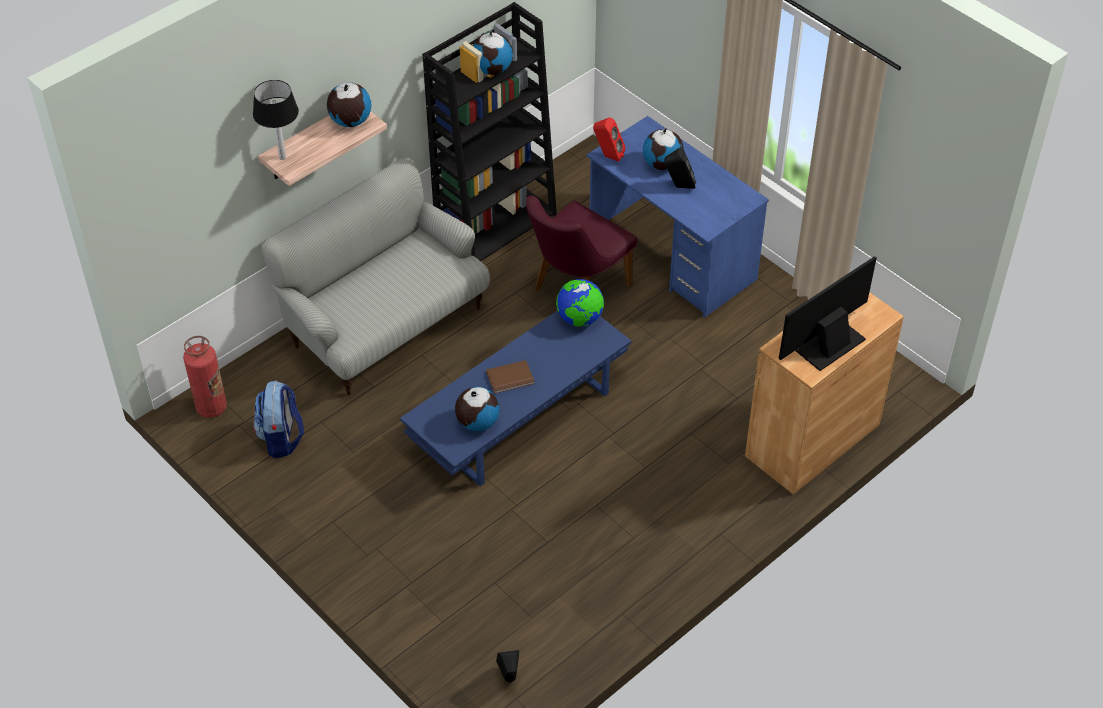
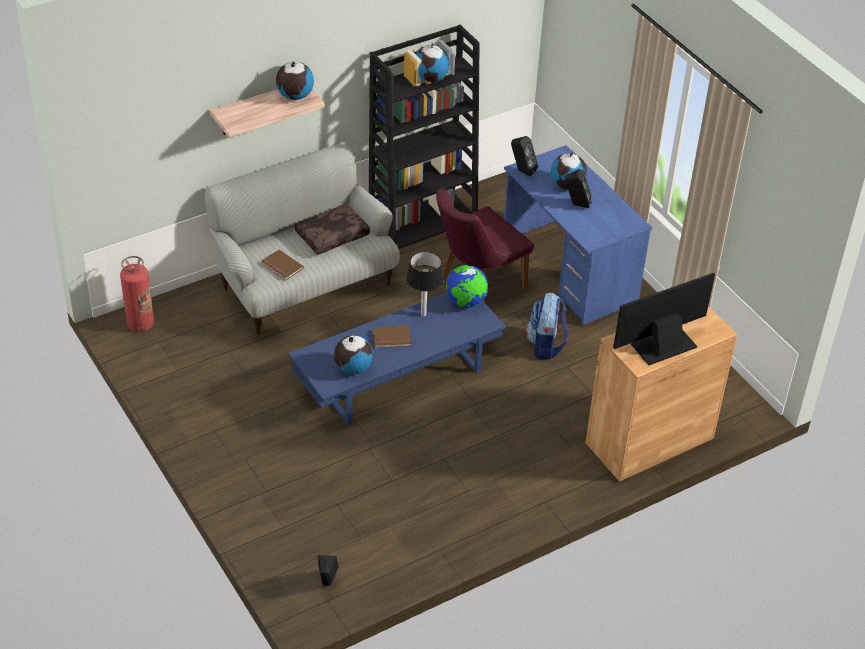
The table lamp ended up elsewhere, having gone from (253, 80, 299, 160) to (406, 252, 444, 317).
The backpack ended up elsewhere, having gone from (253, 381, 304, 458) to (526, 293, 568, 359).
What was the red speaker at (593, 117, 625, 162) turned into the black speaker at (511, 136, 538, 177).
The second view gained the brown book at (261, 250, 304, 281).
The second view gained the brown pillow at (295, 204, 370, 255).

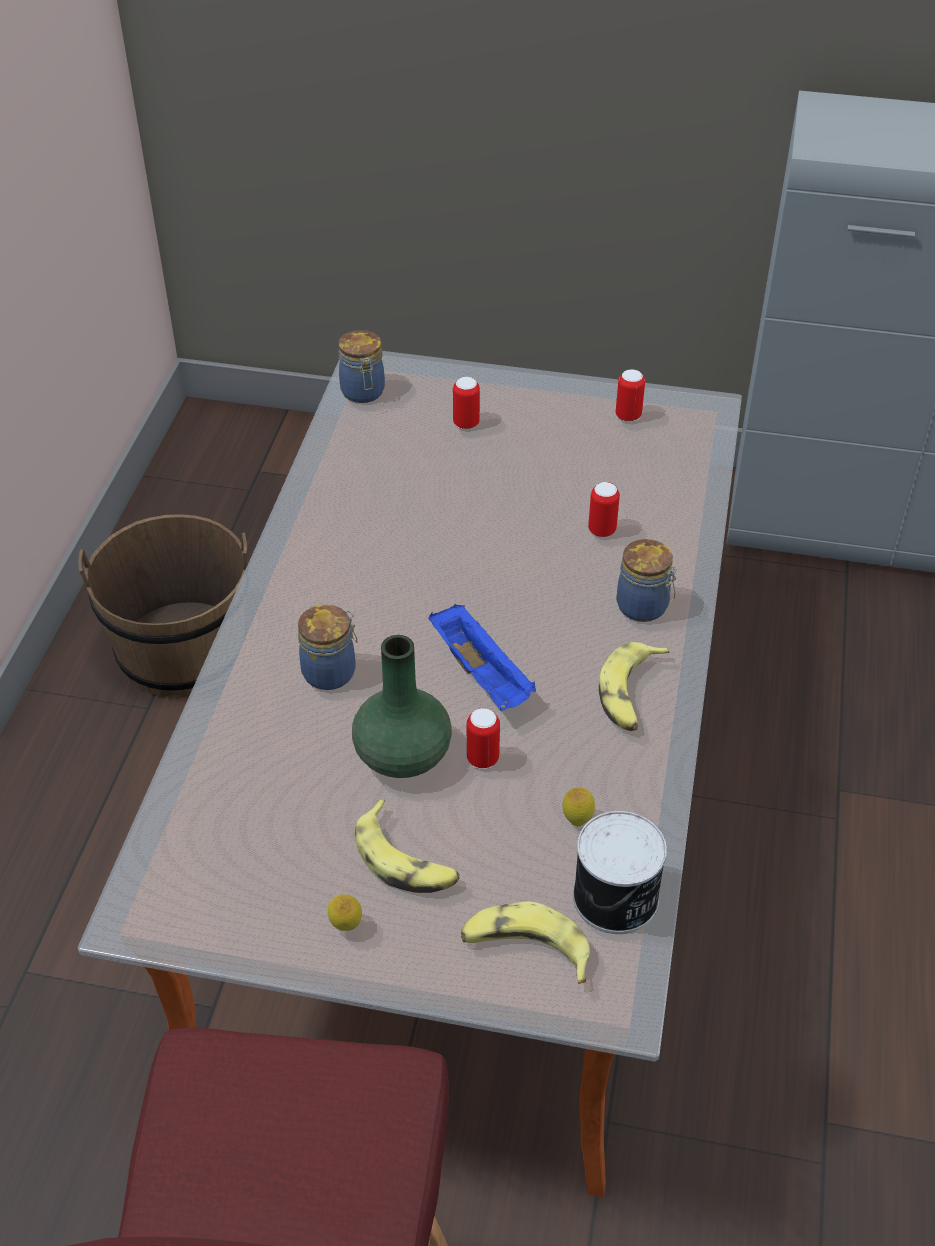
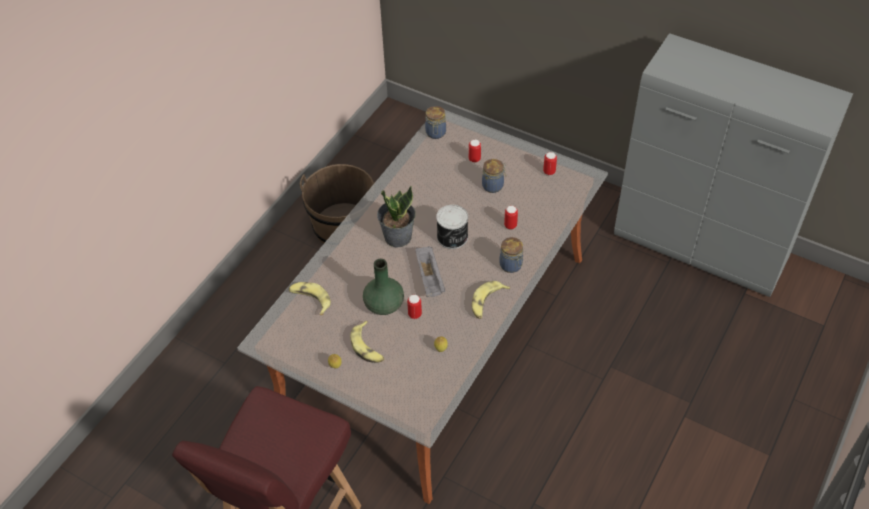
The jar ended up elsewhere, having gone from (298, 604, 358, 690) to (482, 159, 506, 193).
What was the blue tray at (428, 604, 536, 710) turned into the grey tray at (415, 246, 445, 297).
The banana ended up elsewhere, having gone from (461, 901, 590, 984) to (289, 282, 331, 315).
The can ended up elsewhere, having gone from (573, 811, 667, 934) to (436, 205, 468, 249).
The second view gained the potted plant at (377, 186, 416, 247).

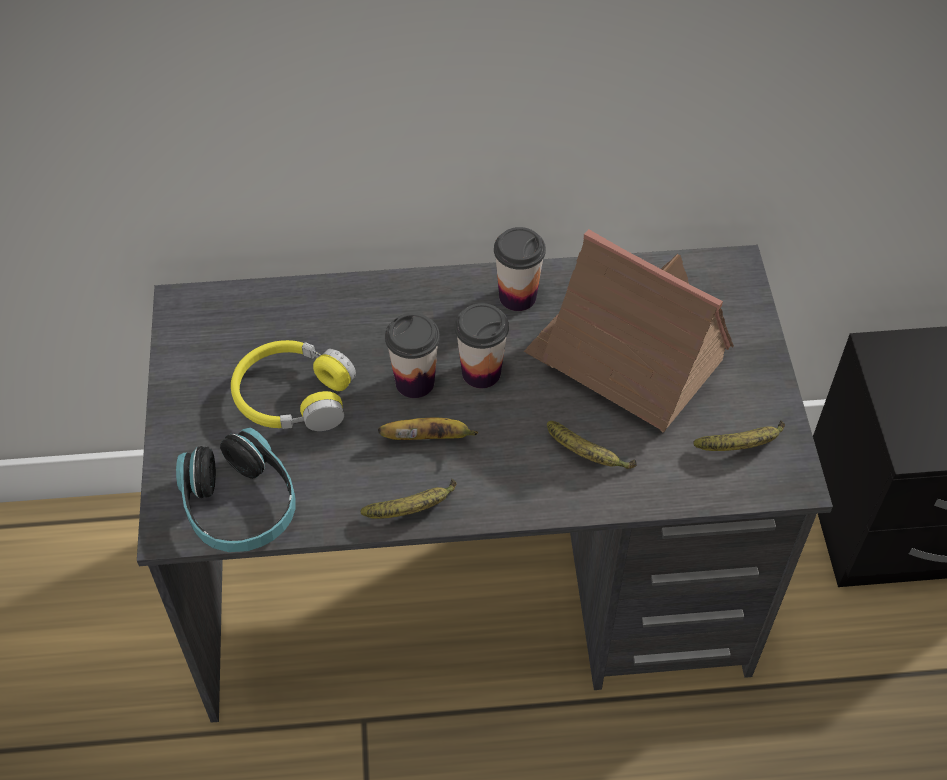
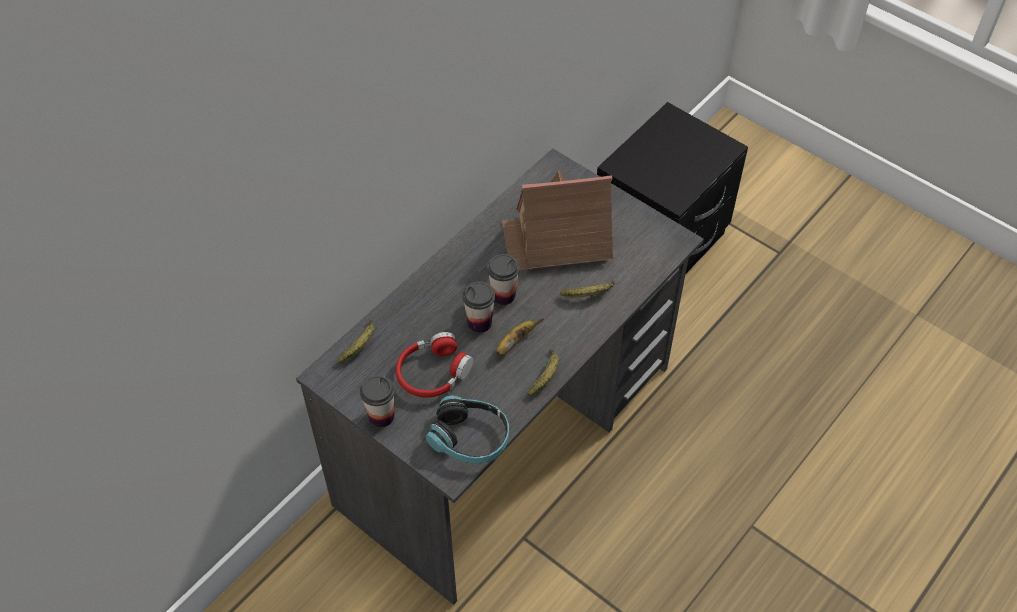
What was the yellow headphones at (231, 340, 356, 431) turned into the red headphones at (396, 332, 473, 397).
The cup ended up elsewhere, having gone from (494, 227, 546, 311) to (360, 375, 395, 428).
The banana ended up elsewhere, having gone from (693, 420, 785, 451) to (337, 320, 375, 363).

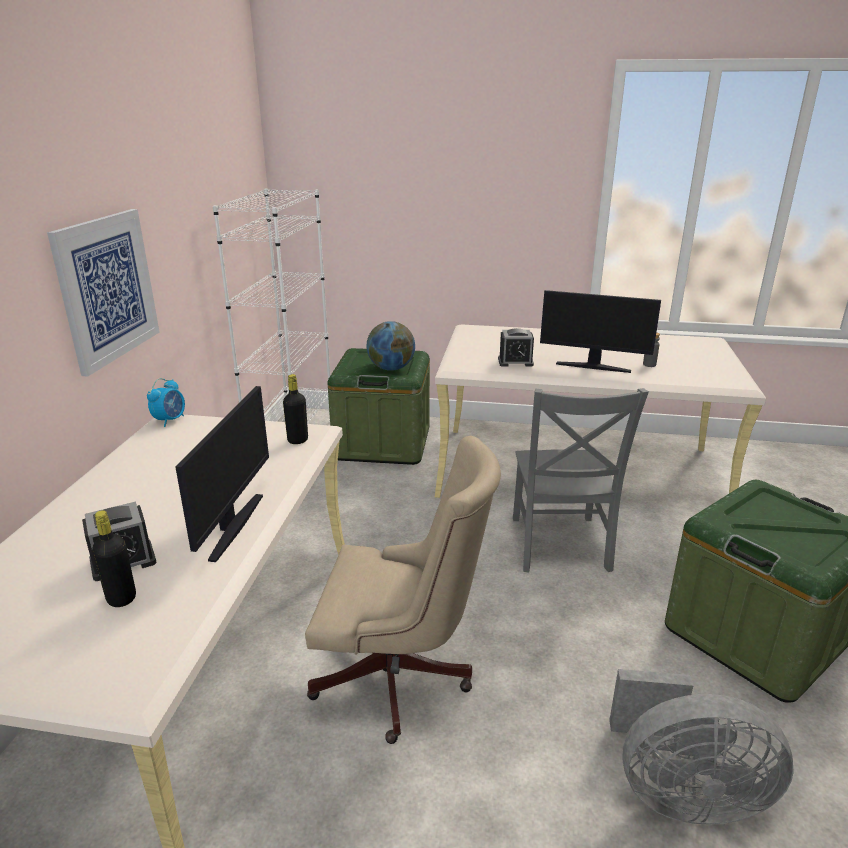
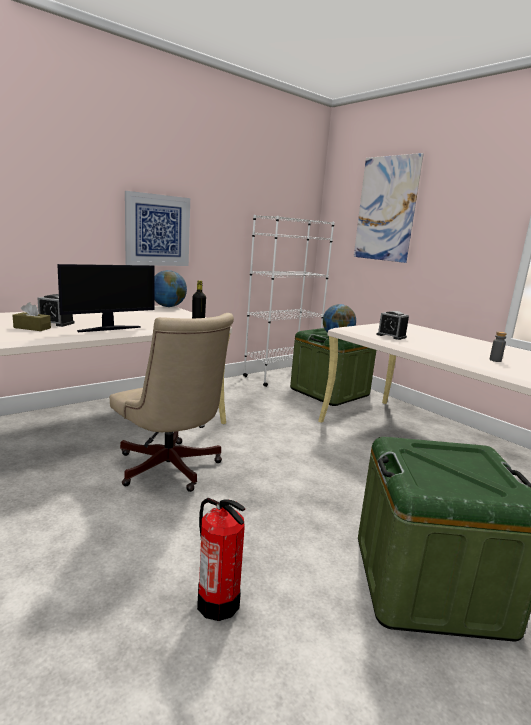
Where the black bottle stood at (92, 510, 136, 607), the brown tissue box came to stand at (12, 302, 51, 331).
Where the alarm clock stood at (147, 378, 185, 427), the globe came to stand at (154, 270, 187, 307).
The second view lost the grey chair at (513, 388, 649, 573).
The second view lost the monitor at (540, 290, 661, 373).
Where the grey fan stood at (609, 669, 794, 825), the fire extinguisher came to stand at (197, 498, 245, 621).
The second view gained the picture at (354, 153, 424, 263).

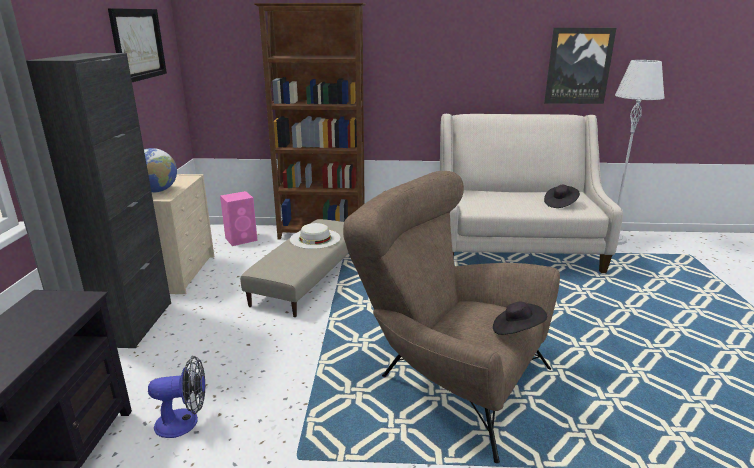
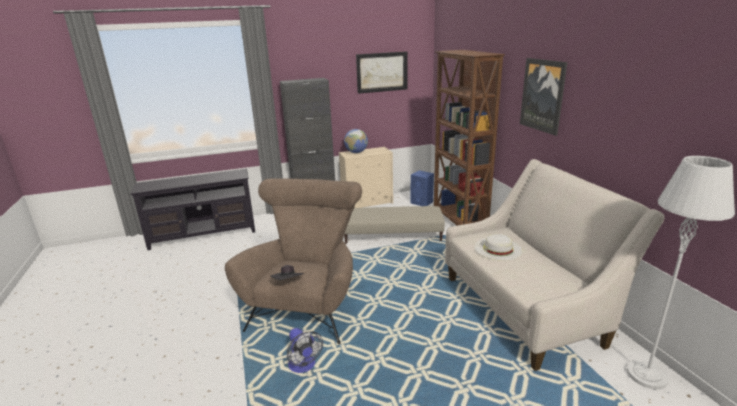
The fan ended up elsewhere, having gone from (148, 356, 205, 438) to (287, 328, 323, 373).
What was the pink speaker at (220, 191, 258, 246) turned into the blue speaker at (411, 170, 434, 206).
The white hat ended up elsewhere, having gone from (290, 223, 340, 249) to (474, 234, 523, 261).
The picture ended up elsewhere, having gone from (544, 28, 616, 104) to (520, 58, 567, 136).
The second view lost the black hat at (544, 185, 580, 208).

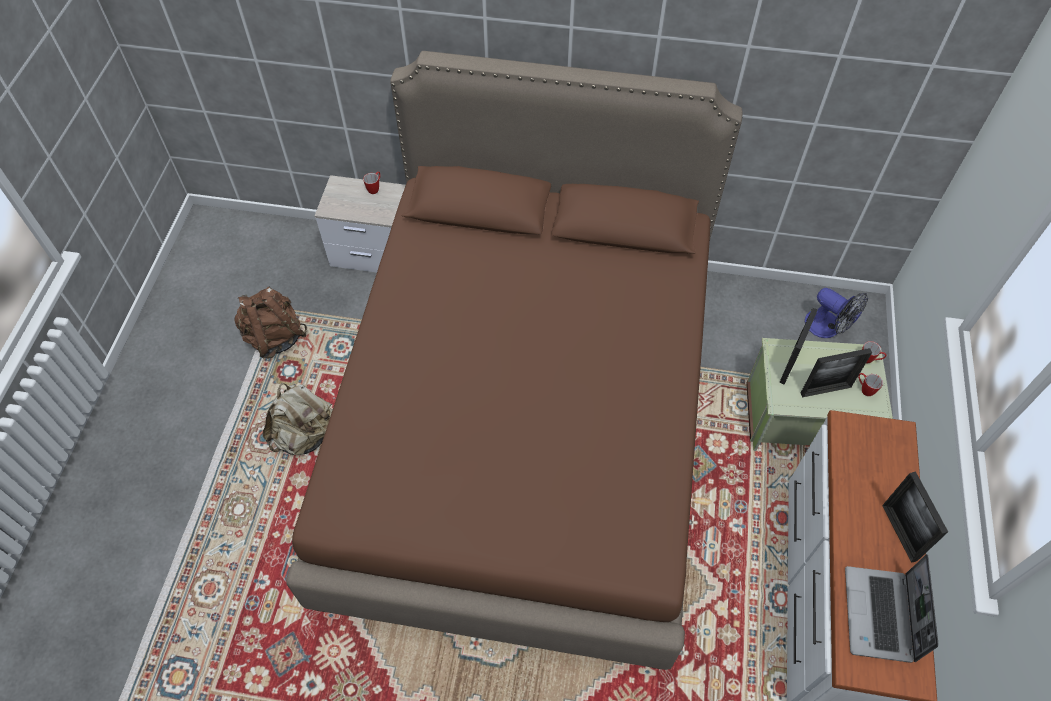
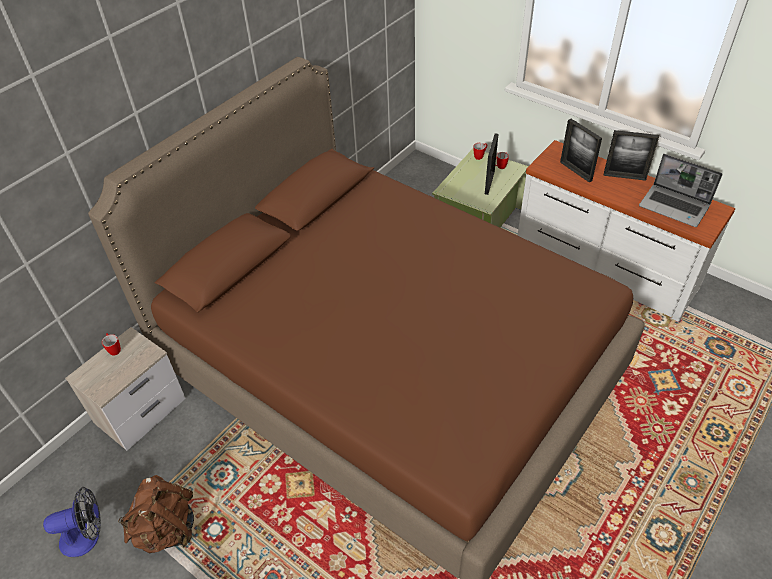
The second view lost the beige backpack at (263, 383, 333, 455).
The picture frame ended up elsewhere, having gone from (779, 308, 818, 384) to (560, 119, 602, 183).
The fan ended up elsewhere, having gone from (805, 288, 868, 338) to (43, 487, 101, 557).

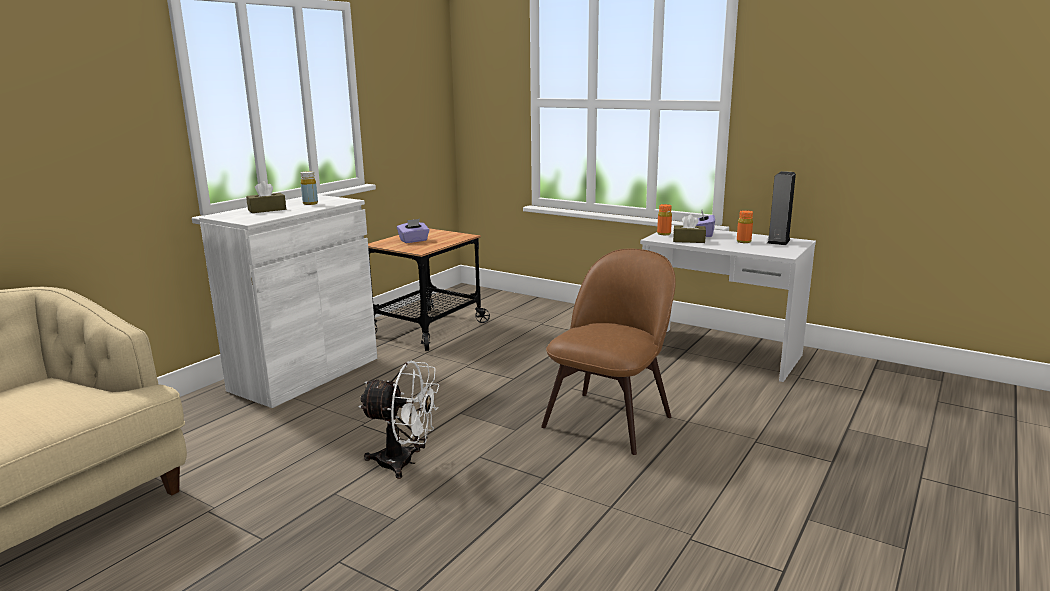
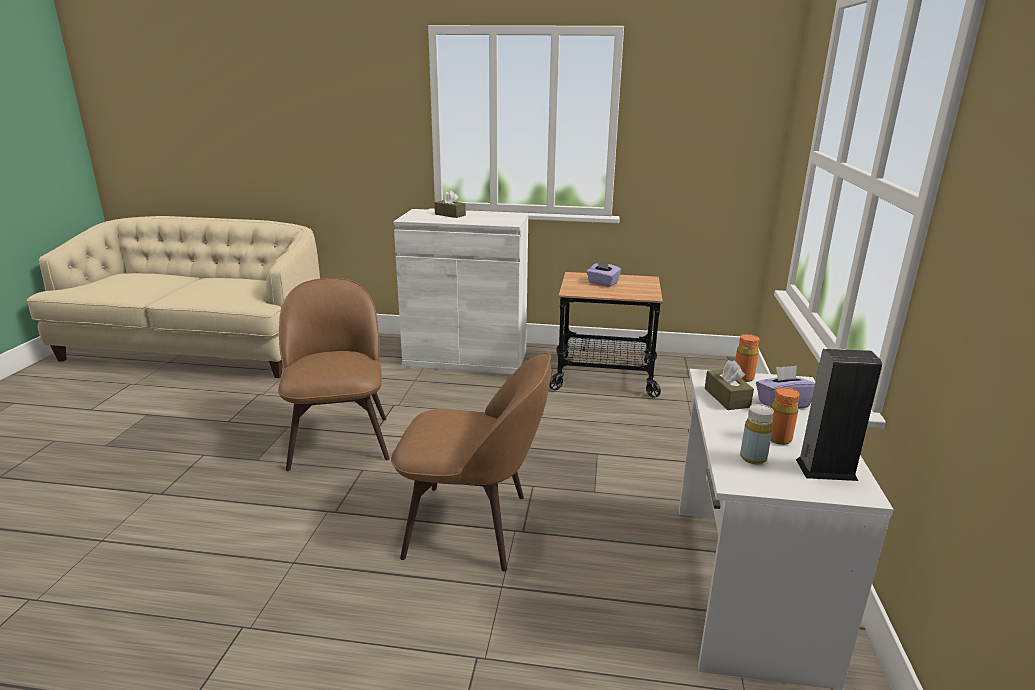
The yellow bottle ended up elsewhere, having gone from (300, 171, 318, 205) to (740, 404, 774, 465).
Where the white fan stood at (358, 361, 439, 479), the brown chair came to stand at (278, 278, 390, 471).

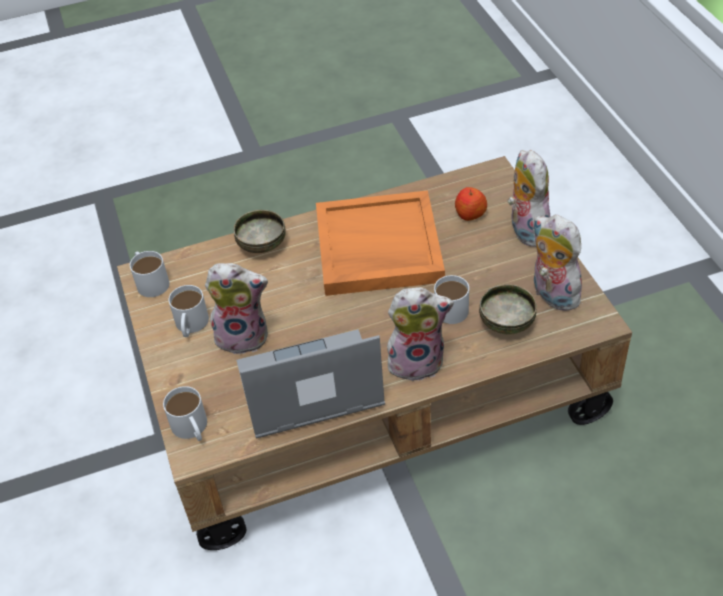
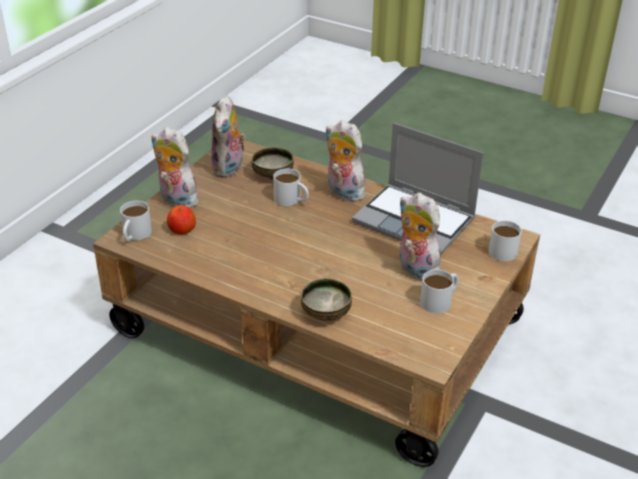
The white mug ended up elsewhere, having gone from (130, 251, 170, 297) to (120, 201, 152, 241).
The second view lost the orange tray at (316, 190, 445, 296).
The plush toy at (507, 150, 551, 247) ended up facing another way, 90 degrees clockwise from before.

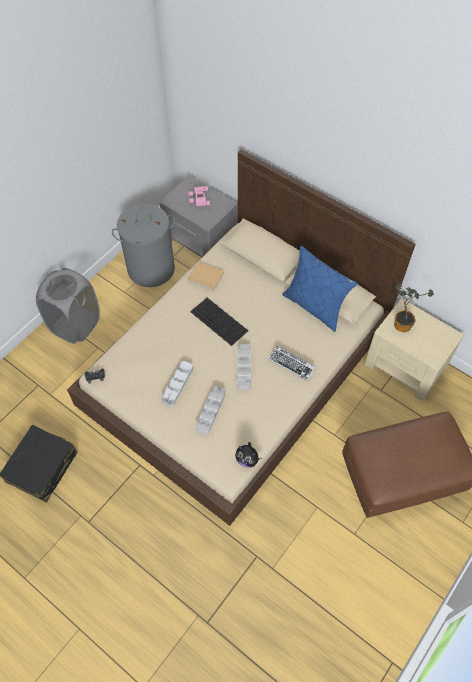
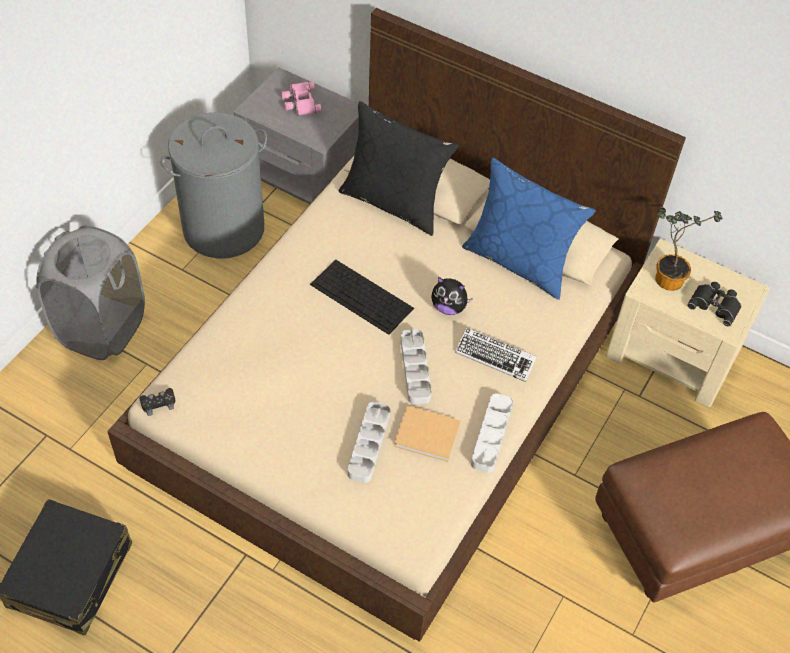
The grey tray ended up elsewhere, having gone from (161, 361, 193, 406) to (471, 393, 513, 473).
The beige book ended up elsewhere, having gone from (188, 262, 224, 291) to (394, 406, 461, 462).
The plush toy ended up elsewhere, having gone from (235, 442, 262, 468) to (431, 277, 473, 315).
The second view gained the black pillow at (338, 101, 459, 236).
The second view gained the black binoculars at (687, 282, 742, 327).

